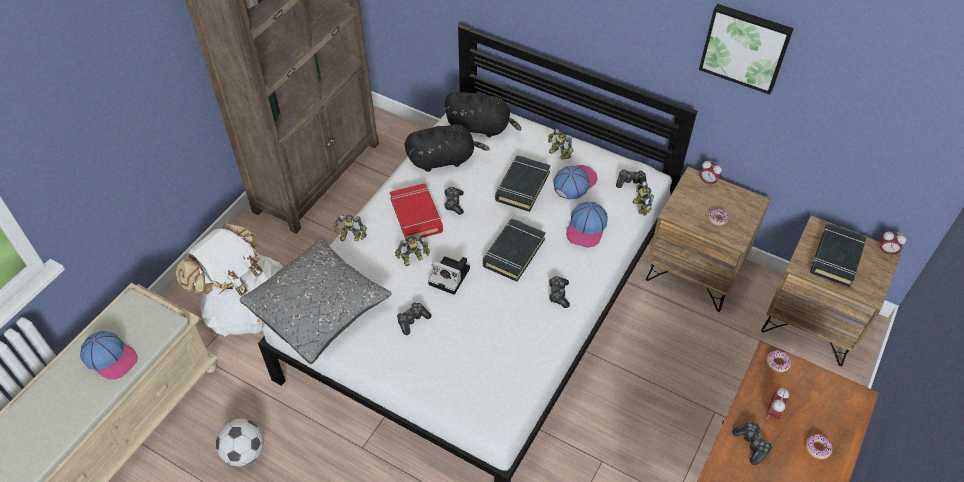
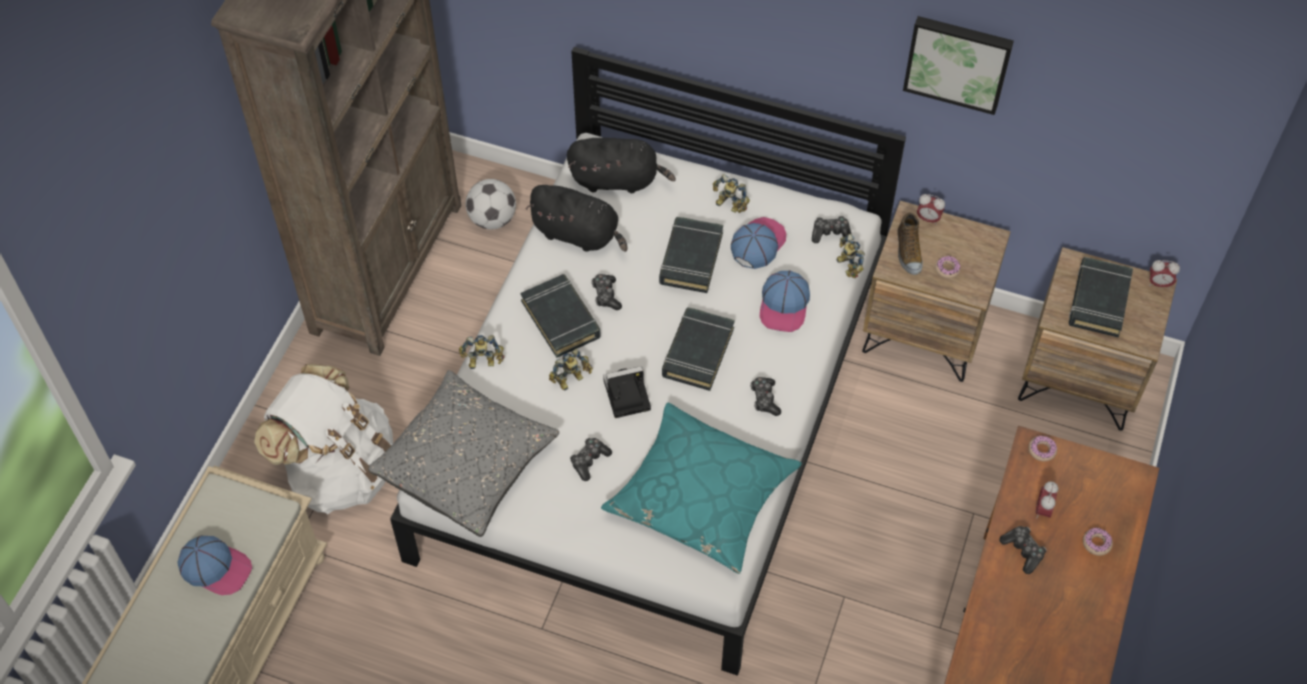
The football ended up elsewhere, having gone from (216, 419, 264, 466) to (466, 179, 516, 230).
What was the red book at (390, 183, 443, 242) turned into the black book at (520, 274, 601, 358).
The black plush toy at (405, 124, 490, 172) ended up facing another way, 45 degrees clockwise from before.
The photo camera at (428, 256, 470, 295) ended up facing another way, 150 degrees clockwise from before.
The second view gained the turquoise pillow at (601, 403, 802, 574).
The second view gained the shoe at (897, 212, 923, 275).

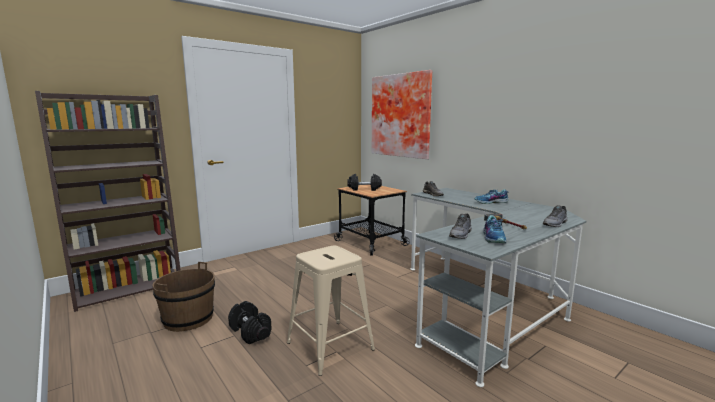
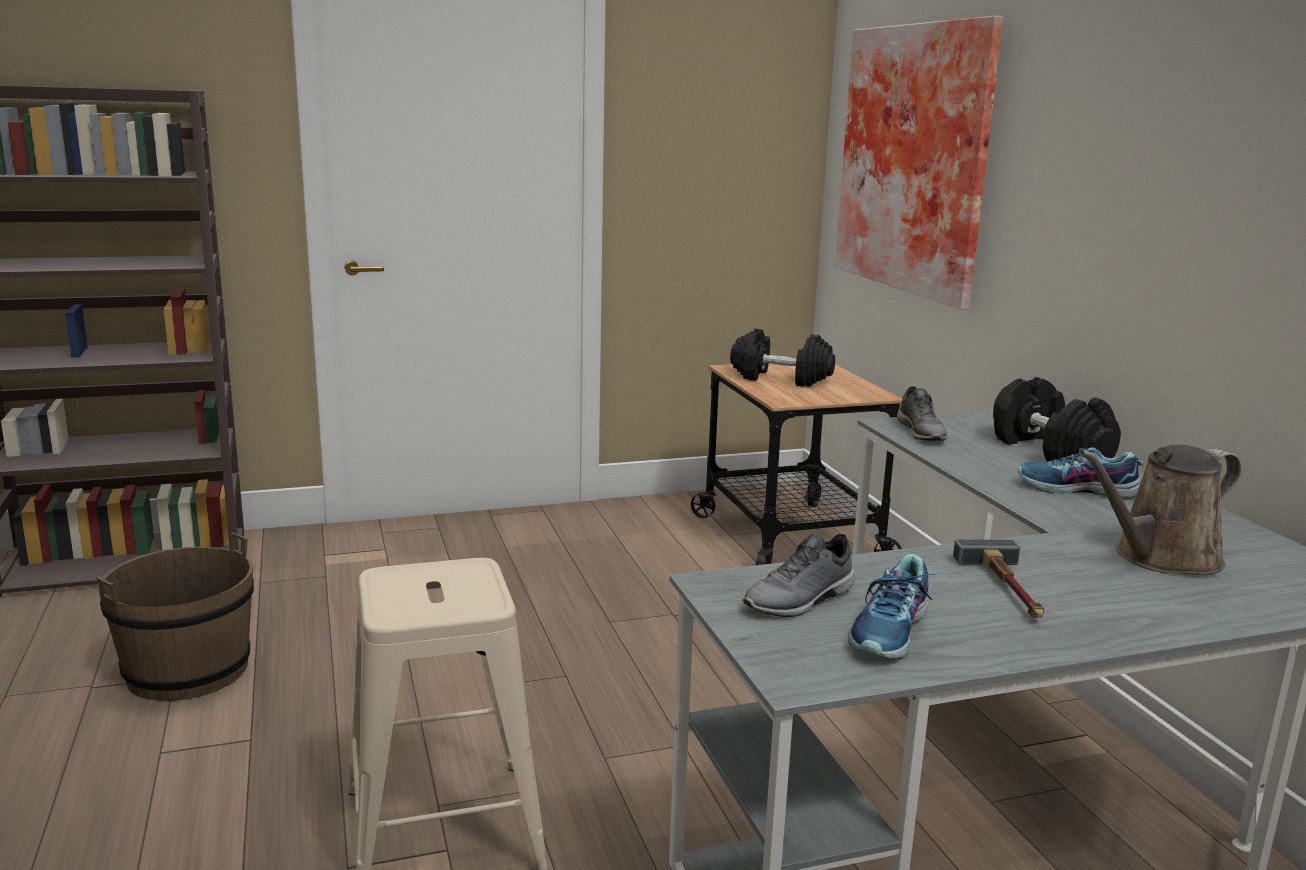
The black dumbbell ended up elsewhere, having gone from (228, 301, 271, 344) to (993, 377, 1121, 462).
The second view lost the grey shoe at (543, 205, 567, 227).
The second view gained the brown watering can at (1079, 445, 1241, 575).

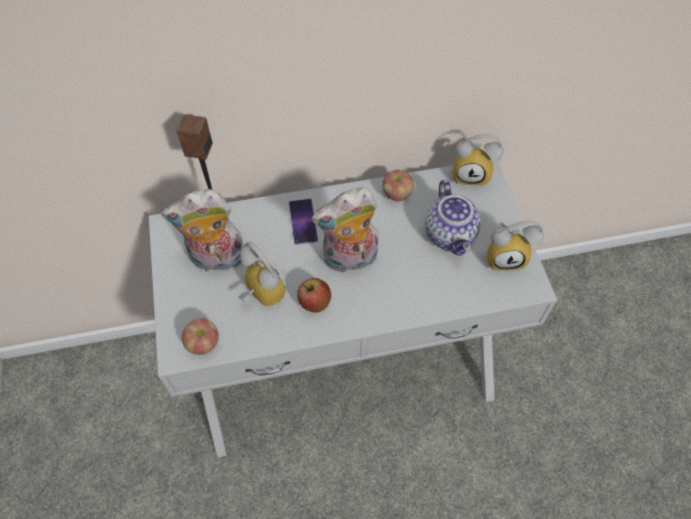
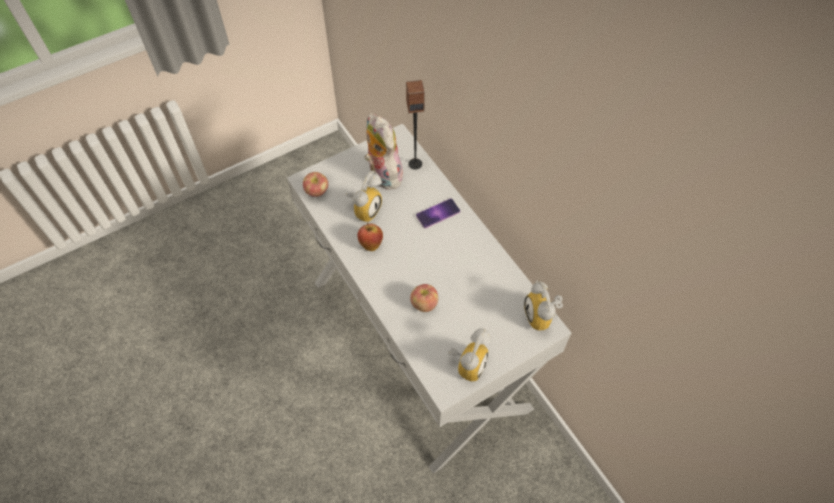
The second view lost the plush toy at (312, 188, 378, 273).
The apple ended up elsewhere, having gone from (382, 170, 414, 201) to (410, 284, 438, 312).
The second view lost the teapot at (425, 180, 481, 256).
The alarm clock at (487, 220, 544, 271) ended up facing another way, 135 degrees counterclockwise from before.

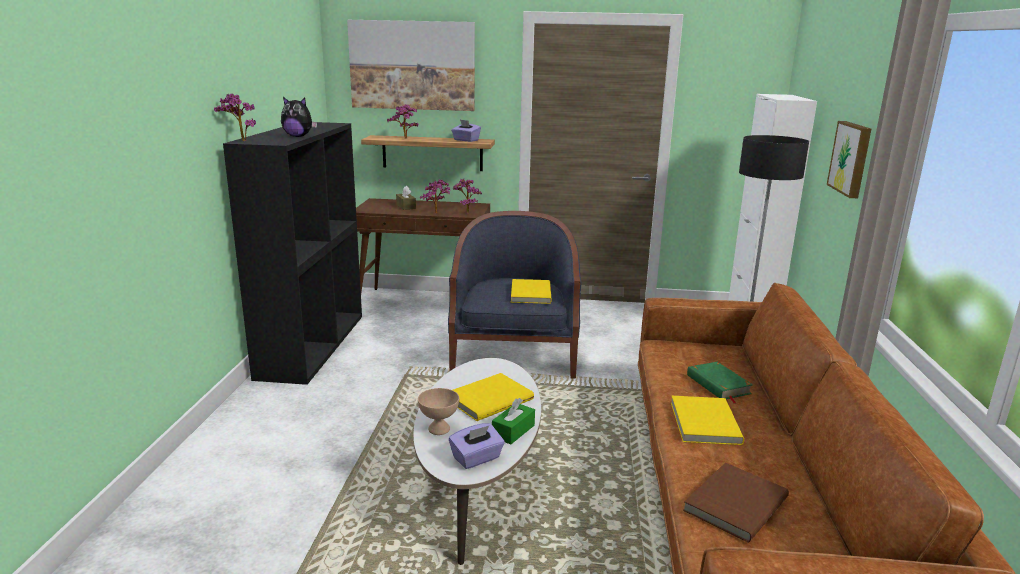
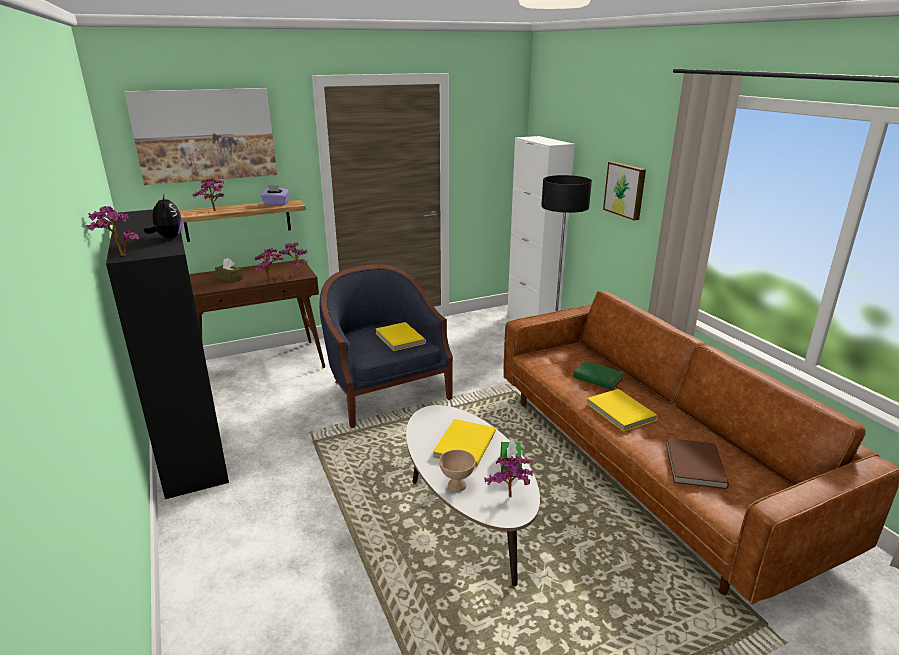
The plush toy at (281, 97, 317, 137) ended up facing another way, 90 degrees counterclockwise from before.
Where the purple tissue box stood at (449, 423, 505, 469), the potted plant came to stand at (484, 456, 533, 497).

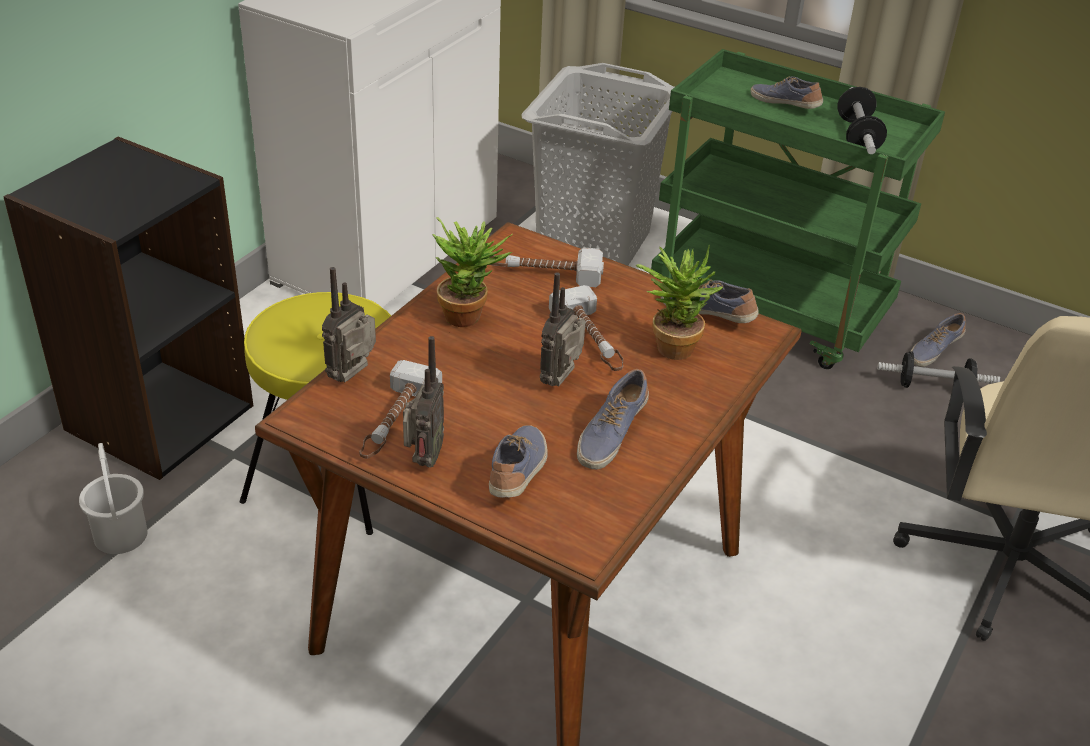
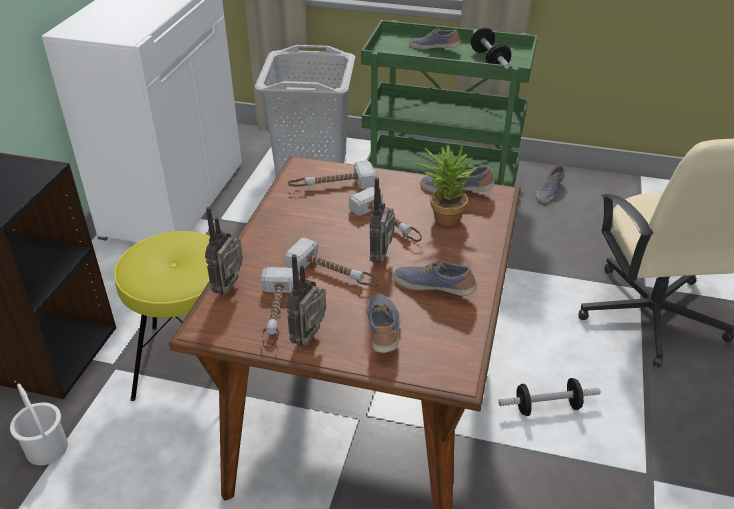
The radio at (403, 336, 444, 468) ended up facing another way, 150 degrees counterclockwise from before.
The second view lost the potted plant at (432, 217, 513, 327).
The shoe at (577, 369, 649, 469) ended up facing another way, 105 degrees clockwise from before.
The dumbbell ended up elsewhere, having gone from (877, 351, 1000, 388) to (498, 378, 600, 416).
The second view gained the hammer at (284, 237, 380, 287).

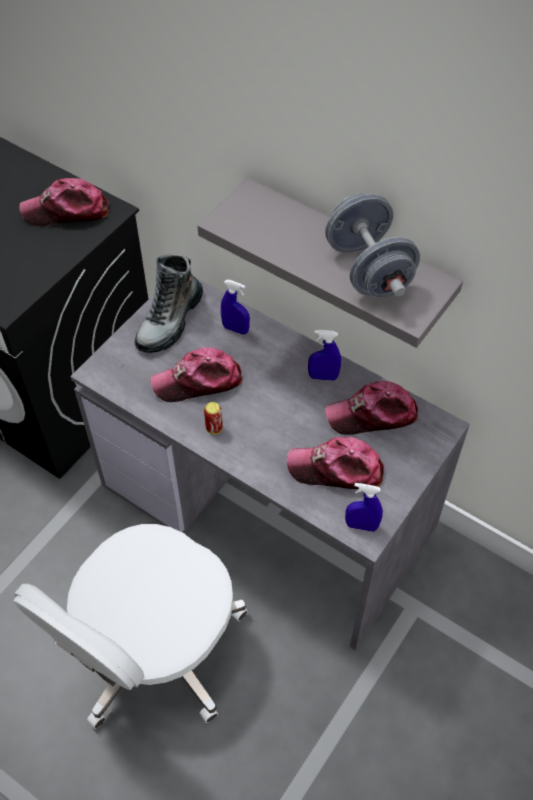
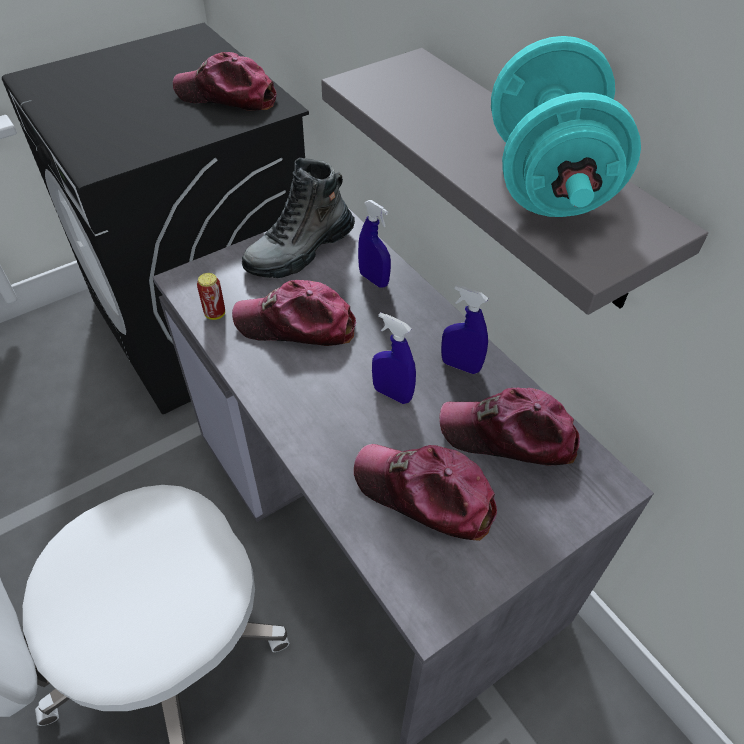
The can ended up elsewhere, having gone from (204, 402, 223, 434) to (197, 273, 225, 320).
What was the grey dumbbell at (325, 194, 420, 298) turned into the turquoise dumbbell at (491, 36, 641, 217).
The blue spray bottle ended up elsewhere, having gone from (345, 483, 383, 532) to (372, 312, 416, 404).

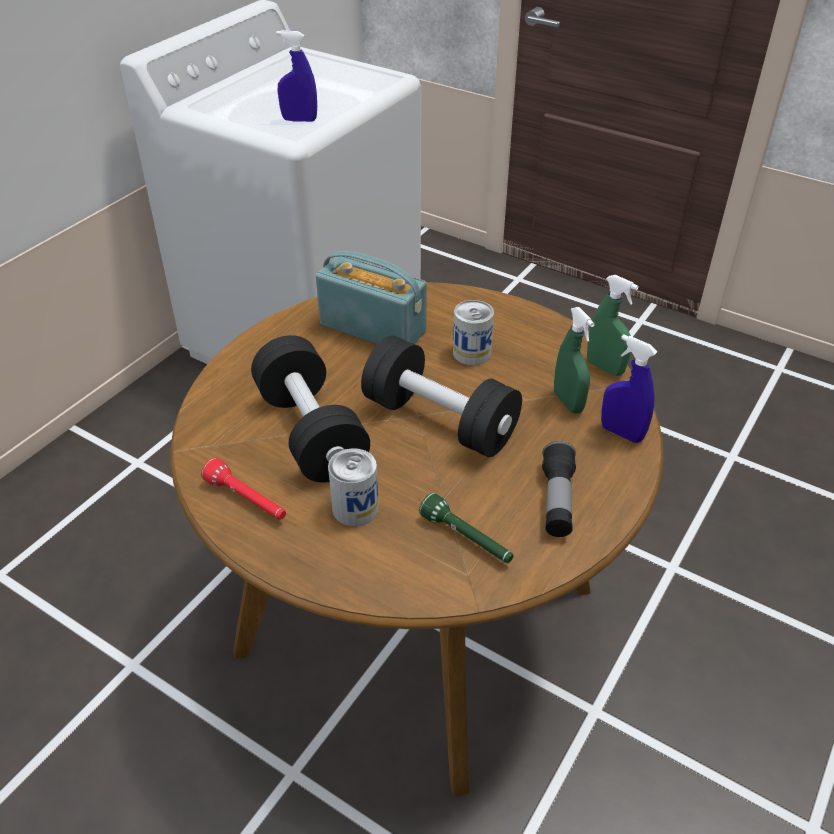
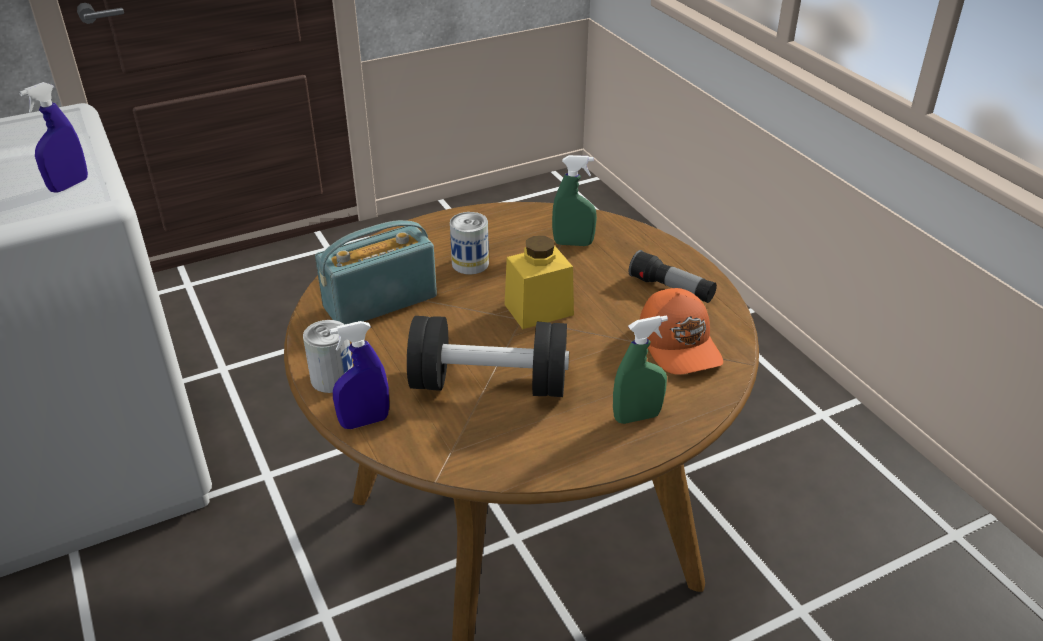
The second view lost the red flashlight at (201, 458, 286, 520).
The can ended up elsewhere, having gone from (328, 448, 379, 526) to (303, 320, 353, 393).
Where the black dumbbell stood at (361, 336, 522, 457), the yellow jar came to stand at (505, 236, 574, 329).
Where the green flashlight stood at (419, 493, 514, 563), the orange cap came to stand at (640, 288, 723, 375).
The green spray bottle ended up elsewhere, having gone from (587, 275, 639, 376) to (613, 315, 668, 424).
The blue spray bottle ended up elsewhere, having gone from (601, 334, 658, 443) to (330, 321, 389, 429).

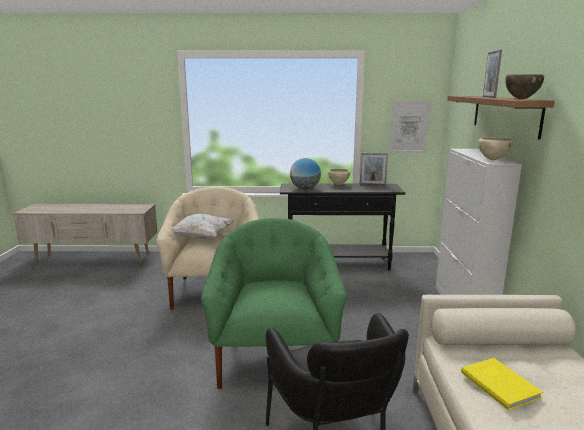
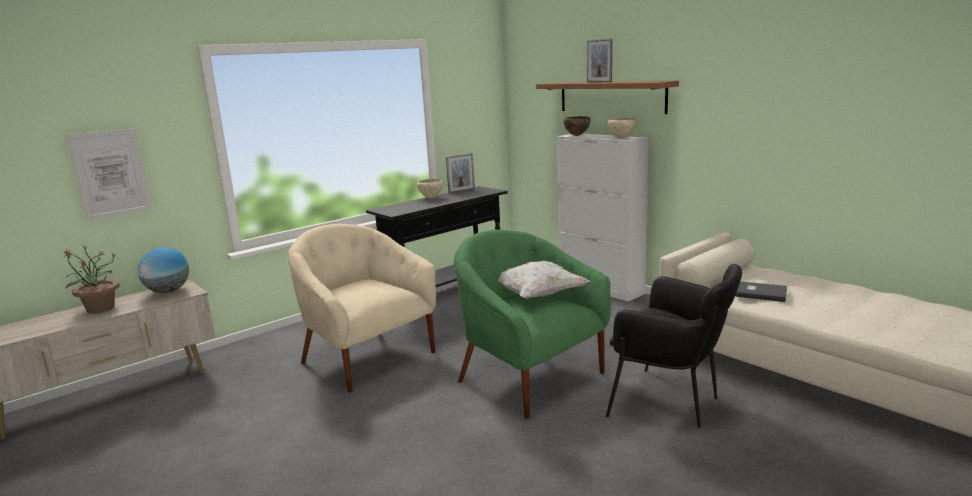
The white pillow ended up elsewhere, having gone from (172, 214, 235, 239) to (498, 261, 590, 299).
The globe ended up elsewhere, having gone from (290, 158, 321, 189) to (138, 247, 189, 293).
The picture ended up elsewhere, having gone from (389, 100, 431, 153) to (66, 128, 153, 221).
What was the yellow book at (461, 358, 543, 410) turned into the grey book at (735, 281, 787, 302).
The brown bowl ended up elsewhere, having gone from (505, 74, 544, 99) to (564, 116, 590, 136).
The second view gained the potted plant at (63, 246, 120, 313).

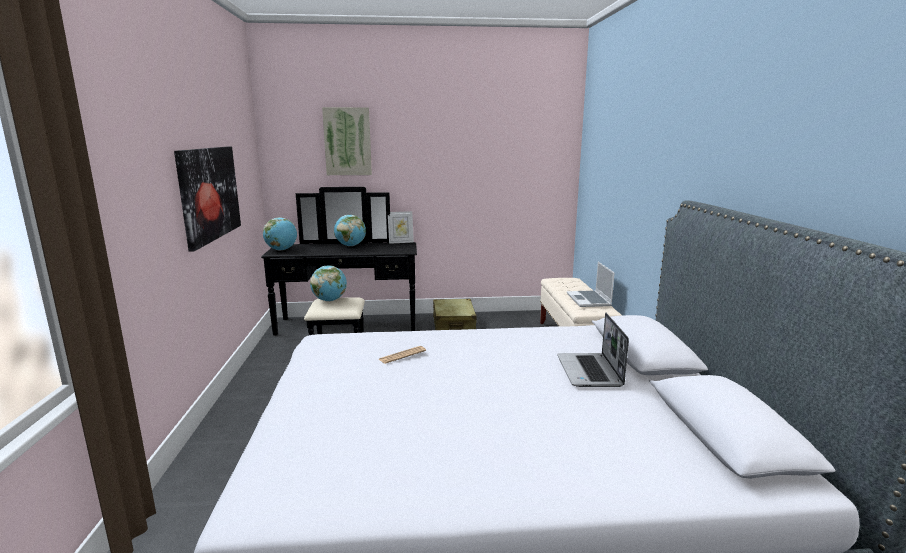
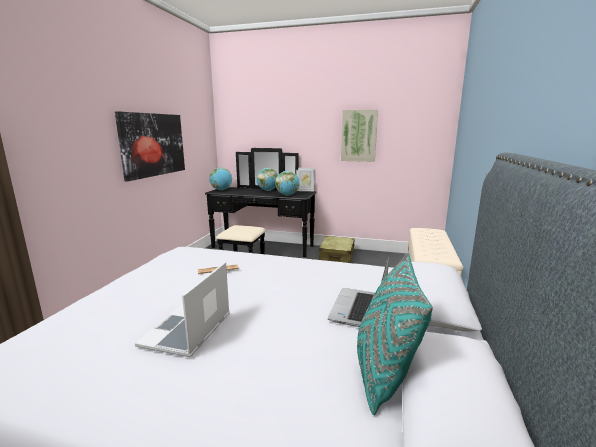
The globe ended up elsewhere, having gone from (310, 265, 347, 301) to (275, 171, 300, 196).
The picture ended up elsewhere, having gone from (322, 107, 372, 175) to (341, 110, 378, 162).
The laptop ended up elsewhere, having gone from (567, 262, 615, 307) to (135, 262, 230, 357).
The second view gained the turquoise pillow at (357, 253, 433, 415).

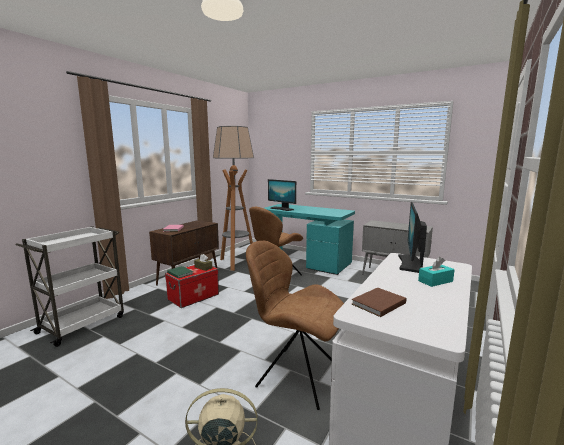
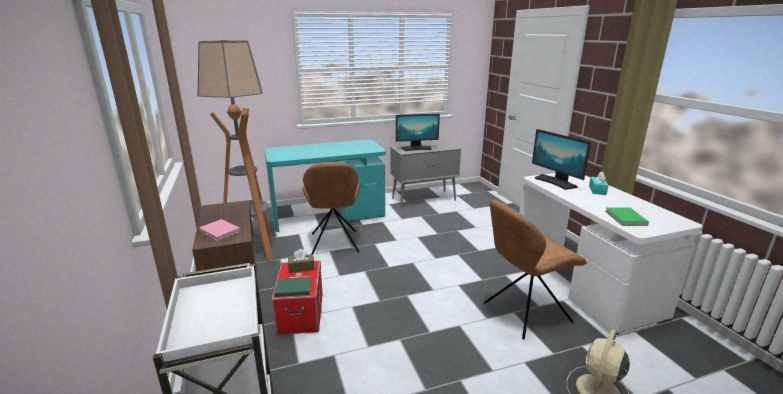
The monitor ended up elsewhere, having gone from (268, 179, 296, 211) to (396, 114, 440, 151).
What was the brown book at (352, 288, 406, 317) turned into the green book at (605, 207, 649, 226).

